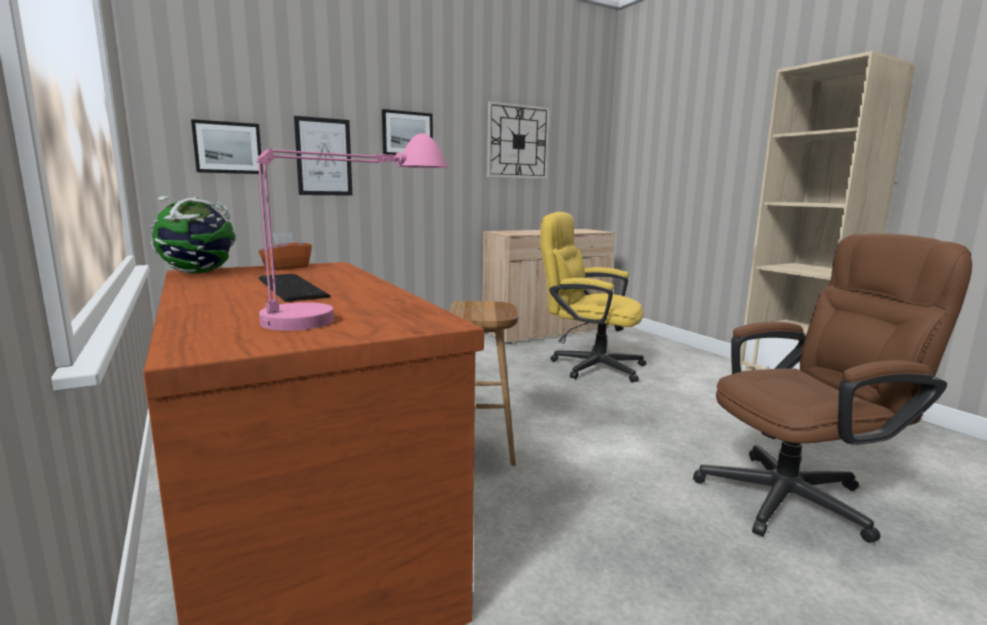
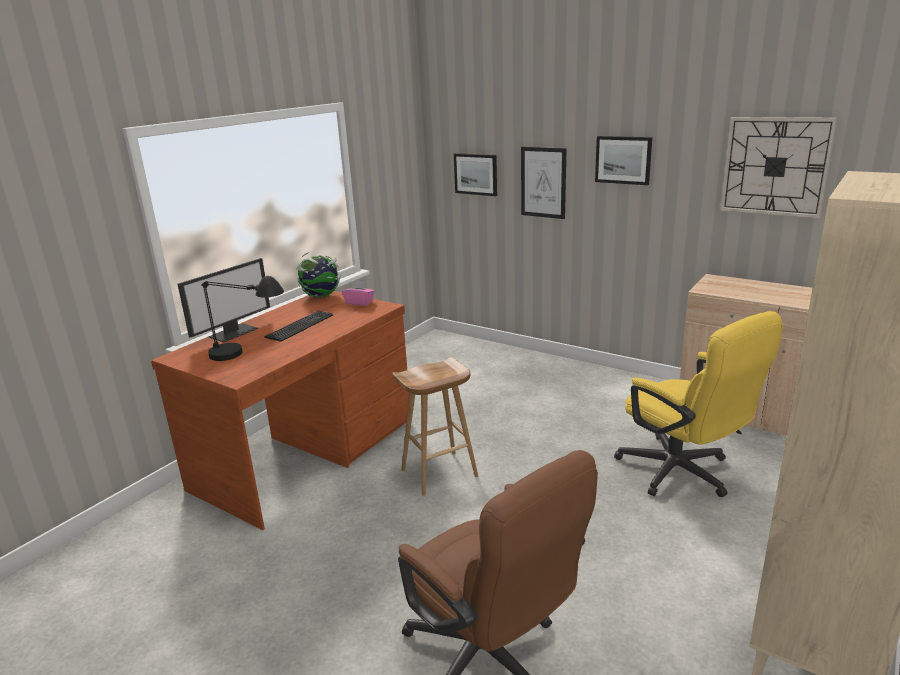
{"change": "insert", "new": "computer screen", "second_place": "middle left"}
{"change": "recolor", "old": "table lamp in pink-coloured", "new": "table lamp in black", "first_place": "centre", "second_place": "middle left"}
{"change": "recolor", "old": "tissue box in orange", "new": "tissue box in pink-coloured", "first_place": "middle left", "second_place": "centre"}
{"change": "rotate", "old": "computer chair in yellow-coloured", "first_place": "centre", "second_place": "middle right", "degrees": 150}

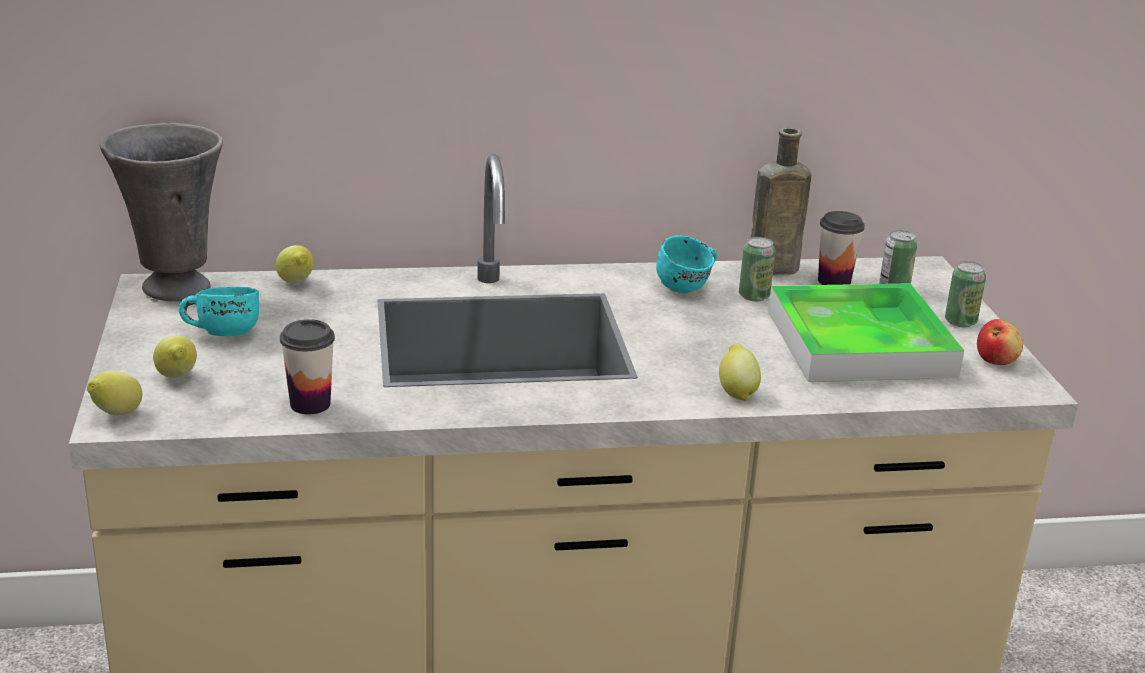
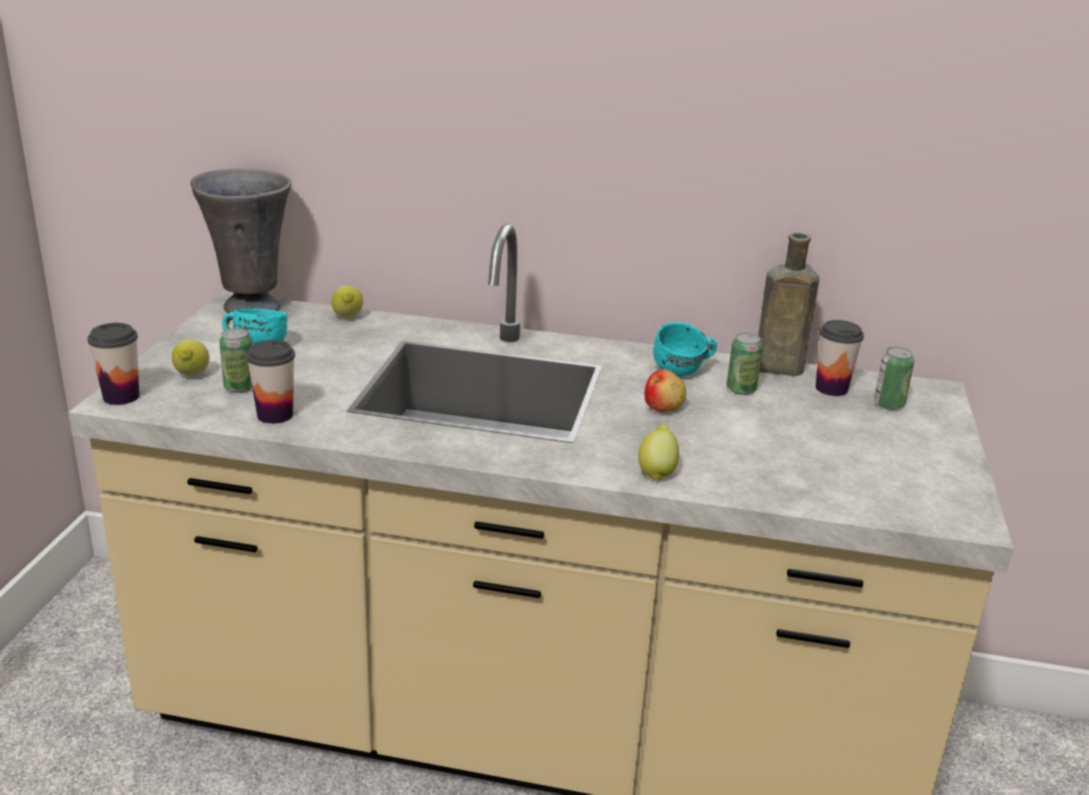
{"change": "delete", "old": "carrying tray", "first_place": "middle right"}
{"change": "move", "old": "metal can (3rd from left in the first image)", "new": "metal can (1st from left)", "first_place": "middle right", "second_place": "middle left"}
{"change": "move", "old": "apple fruit", "first_place": "middle right", "second_place": "centre"}
{"change": "replace", "old": "lemon (1st from left)", "new": "drinking cup (1st from left)", "first_place": "middle left", "second_place": "middle left"}

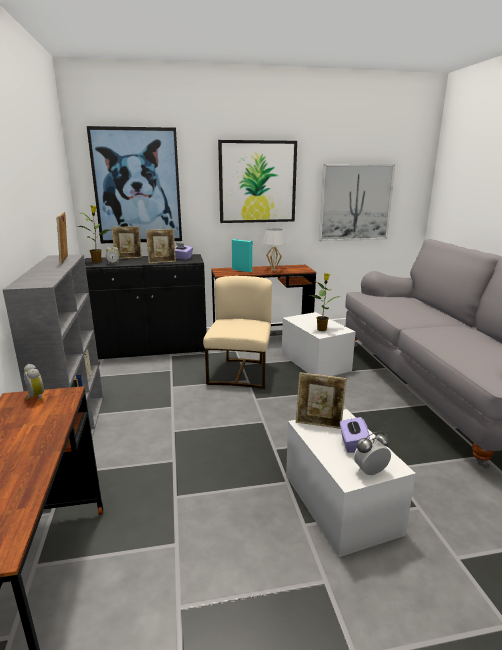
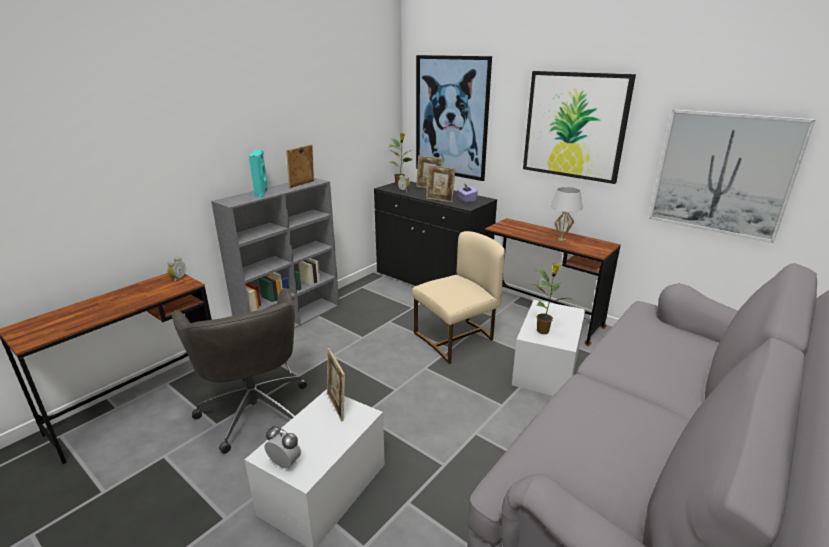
{"change": "delete", "old": "tissue box in purple (2nd from left)", "first_place": "bottom right"}
{"change": "insert", "new": "computer chair in greyish", "second_place": "bottom left"}
{"change": "move", "old": "speaker in turquoise", "first_place": "centre", "second_place": "top left"}

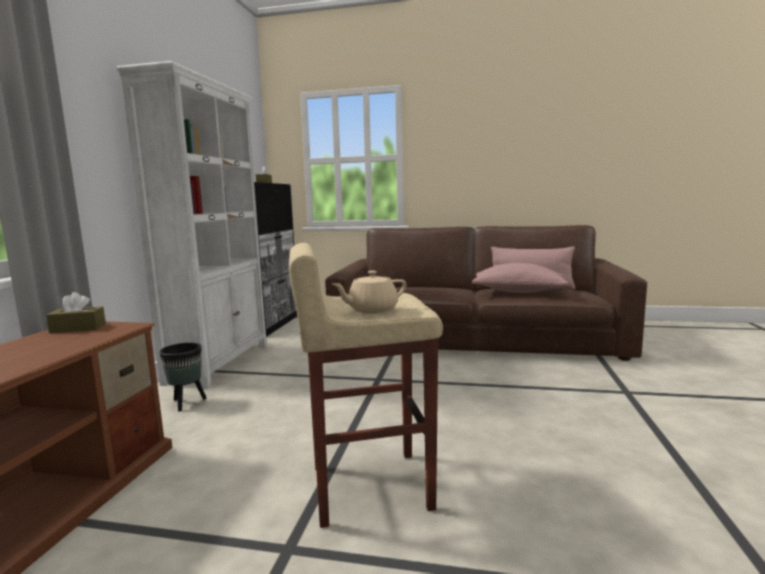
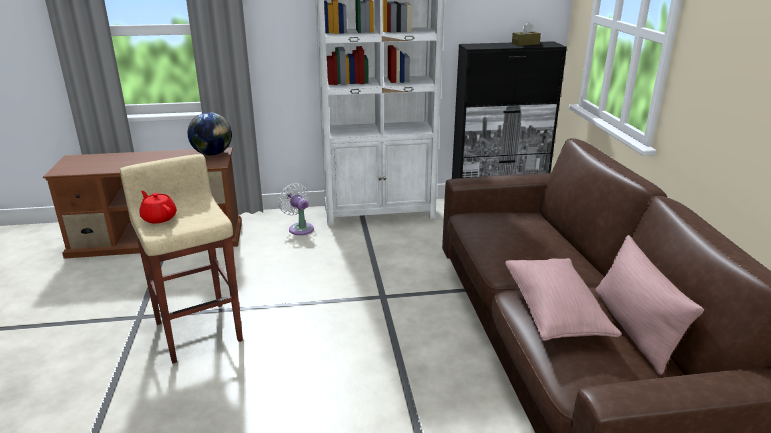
{"change": "replace", "old": "tissue box in brown (1st from left)", "new": "world globe", "first_place": "middle left", "second_place": "top left"}
{"change": "replace", "old": "flower pot in black", "new": "electric fan in white-coloured", "first_place": "middle left", "second_place": "centre"}
{"change": "recolor", "old": "pot for tea in beige-coloured", "new": "pot for tea in red", "first_place": "centre", "second_place": "middle left"}

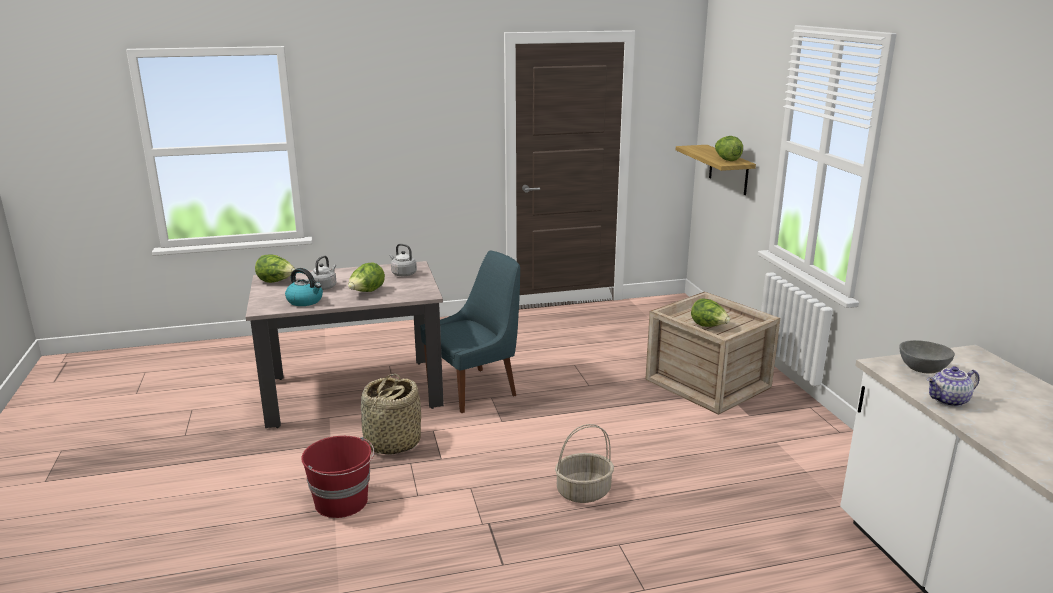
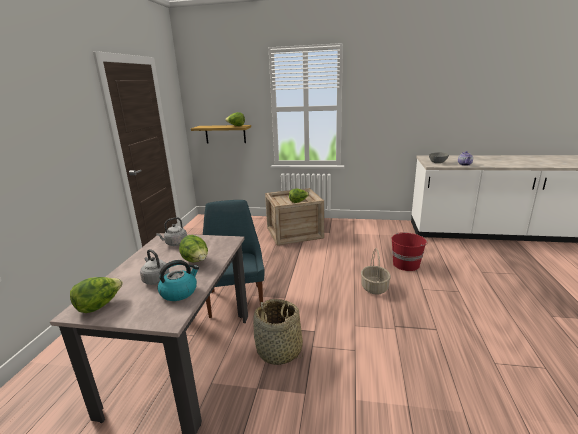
{"change": "move", "old": "bucket in red", "first_place": "bottom left", "second_place": "middle right"}

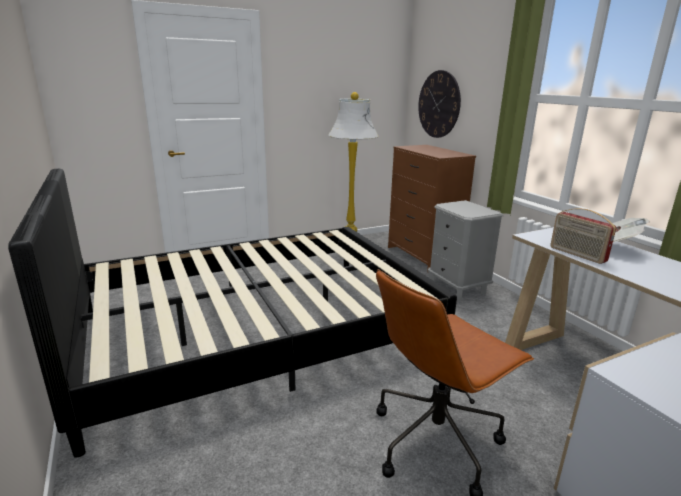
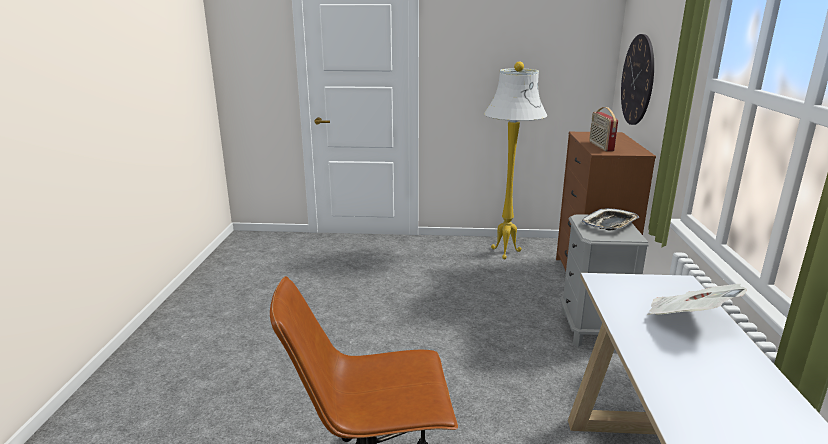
{"change": "delete", "old": "sleeping bed in black", "first_place": "centre"}
{"change": "insert", "new": "carrying tray", "second_place": "middle right"}
{"change": "move", "old": "radio", "first_place": "middle right", "second_place": "top right"}

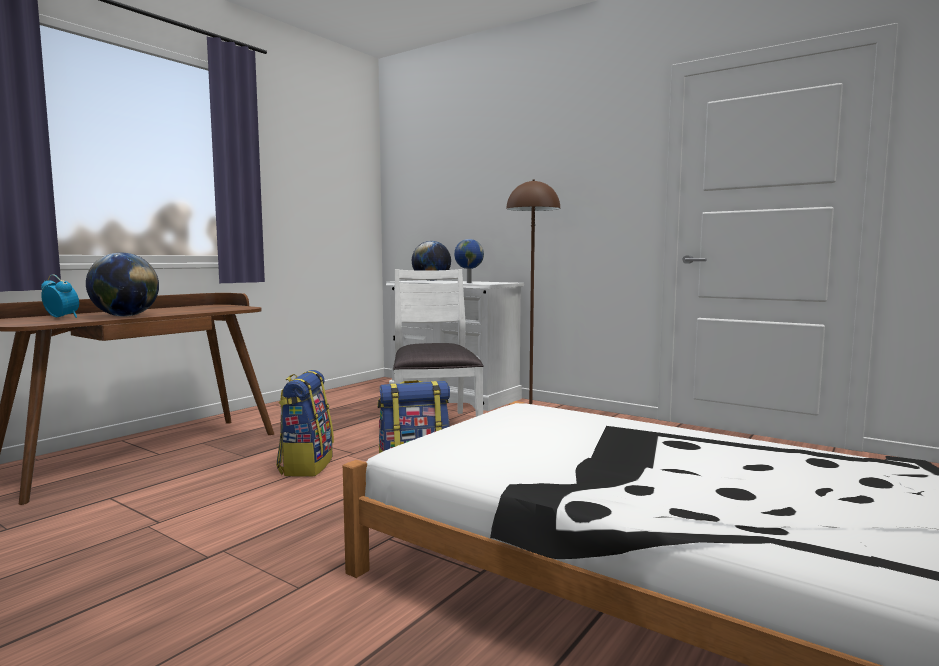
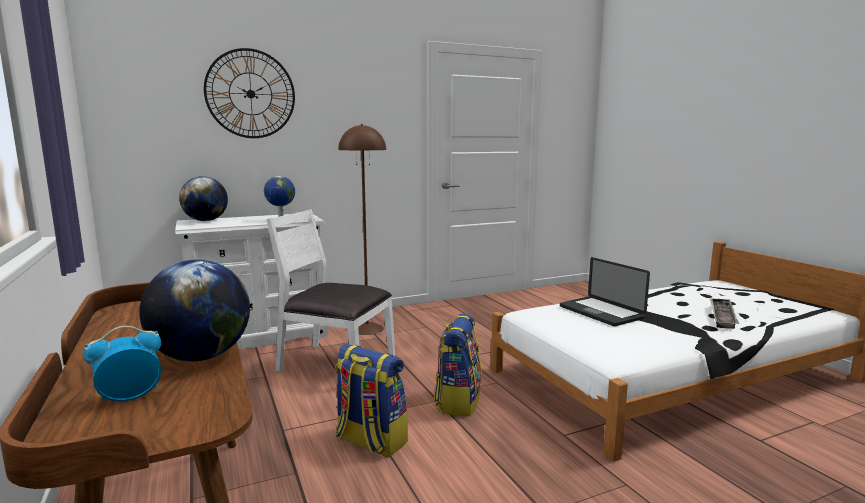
{"change": "insert", "new": "hanging clock", "second_place": "top left"}
{"change": "insert", "new": "laptop", "second_place": "middle right"}
{"change": "insert", "new": "carrying tray", "second_place": "middle right"}

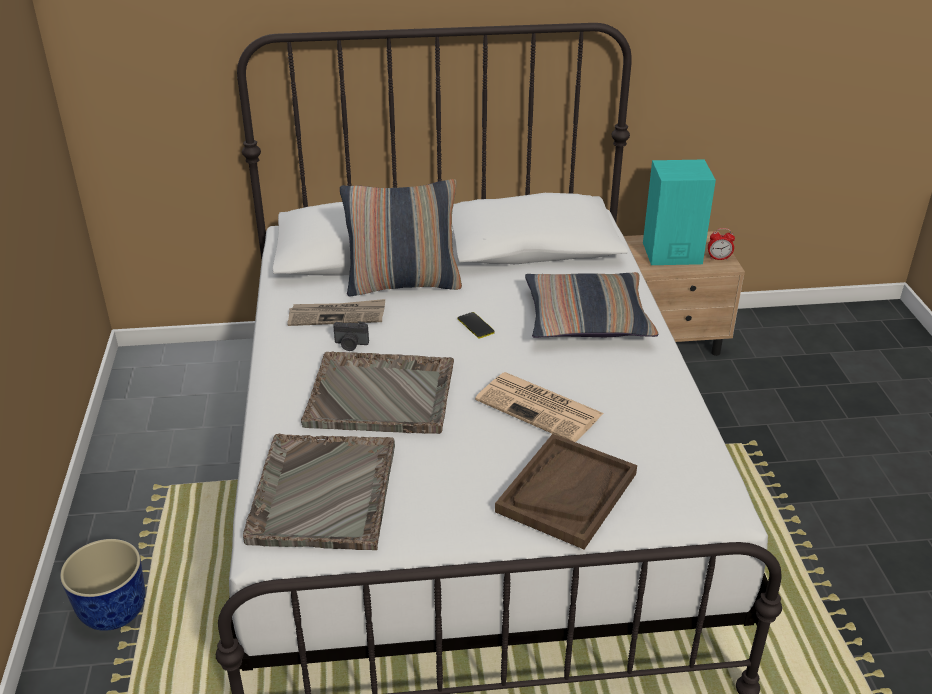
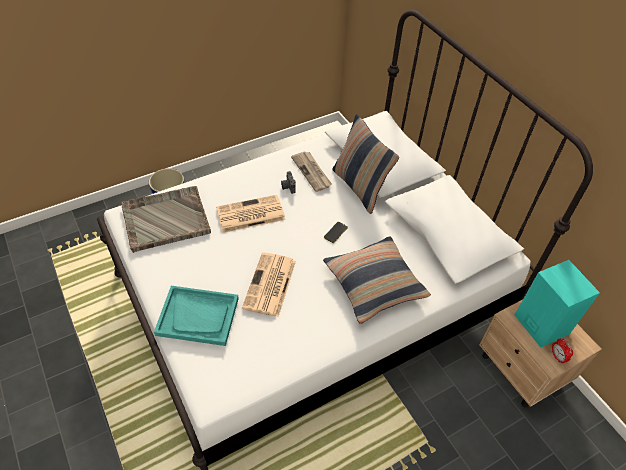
{"change": "replace", "old": "carrying tray in greyish (2nd from left)", "new": "newspaper (1st from left)", "first_place": "centre", "second_place": "centre"}
{"change": "recolor", "old": "carrying tray in brown", "new": "carrying tray in turquoise", "first_place": "bottom centre", "second_place": "bottom left"}

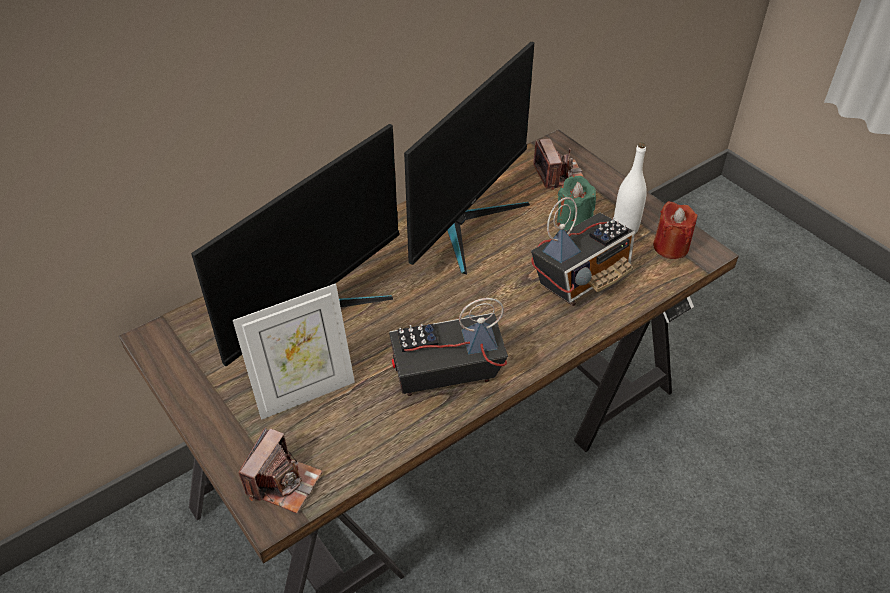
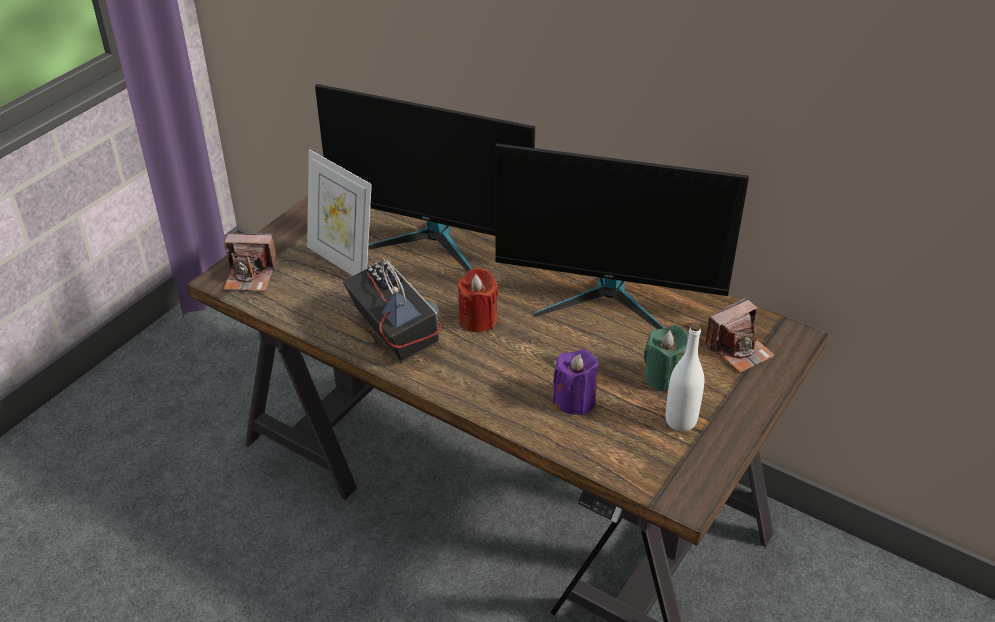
{"change": "move", "old": "wax light in red", "first_place": "middle right", "second_place": "centre"}
{"change": "replace", "old": "radio (2nd from left)", "new": "wax light in purple", "first_place": "centre", "second_place": "centre"}

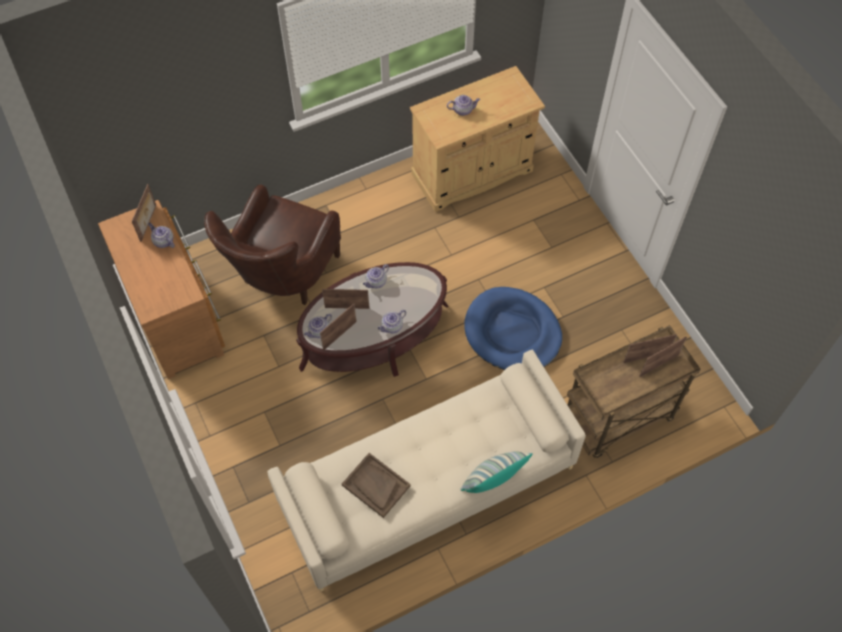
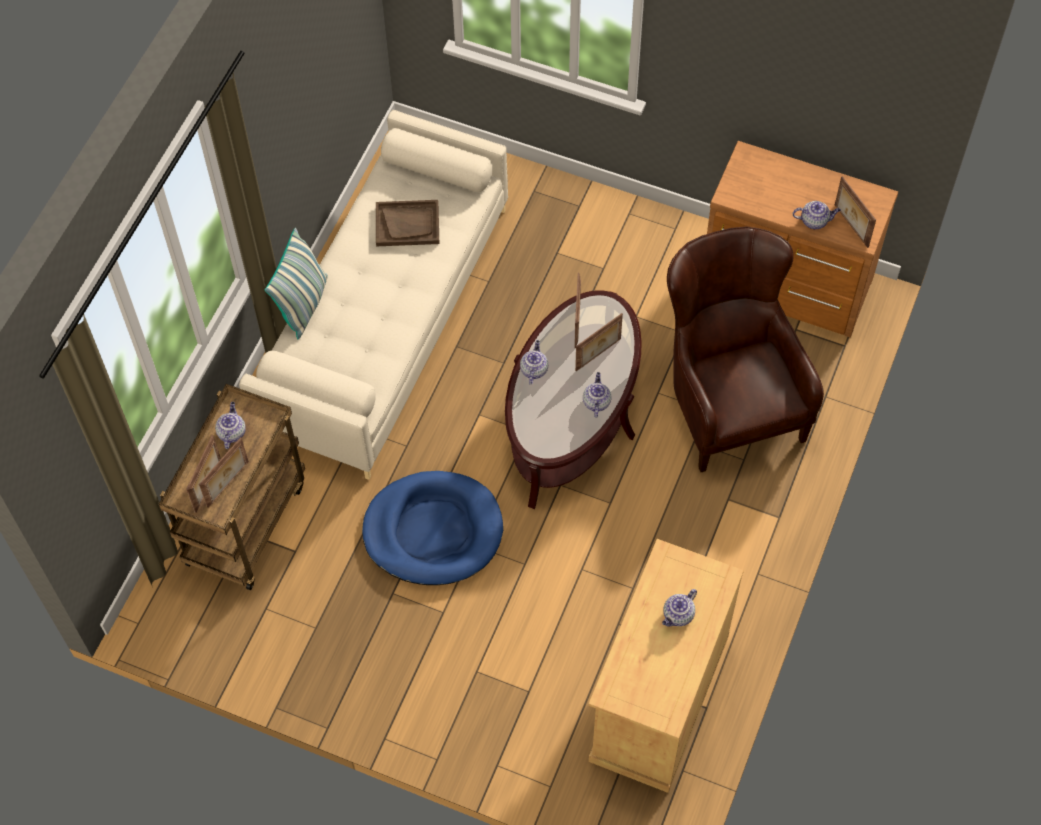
{"change": "move", "old": "pot for tea (2nd from left in the first image)", "new": "pot for tea (1st from left)", "first_place": "centre", "second_place": "middle left"}

